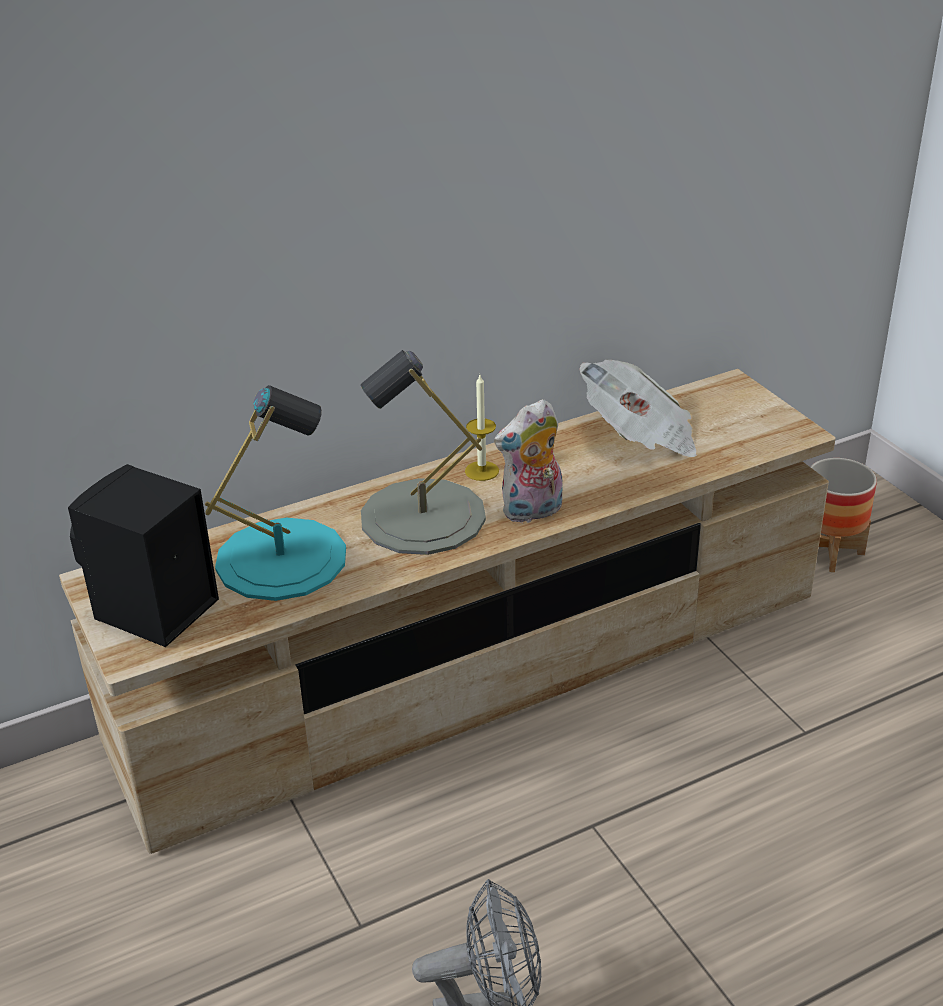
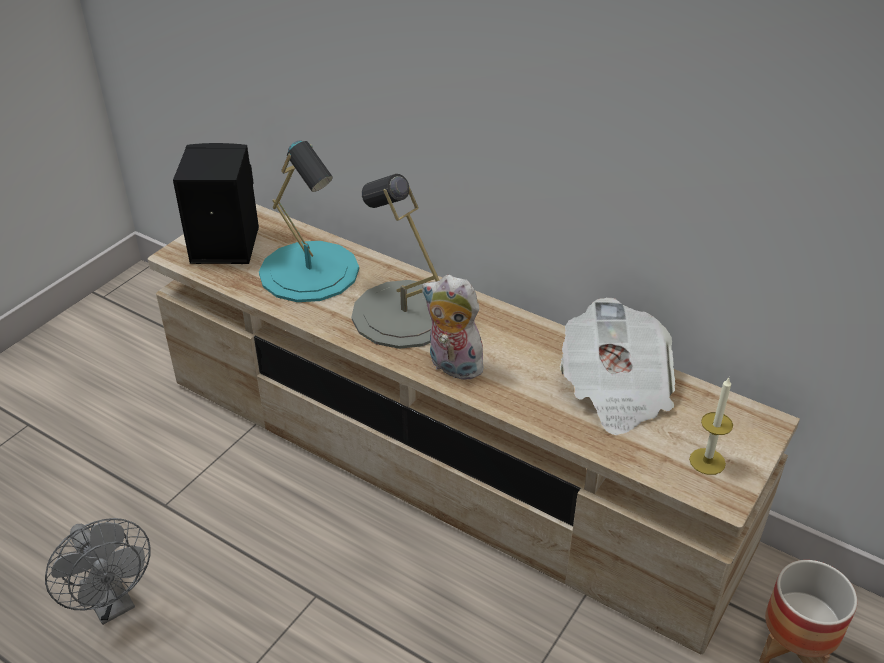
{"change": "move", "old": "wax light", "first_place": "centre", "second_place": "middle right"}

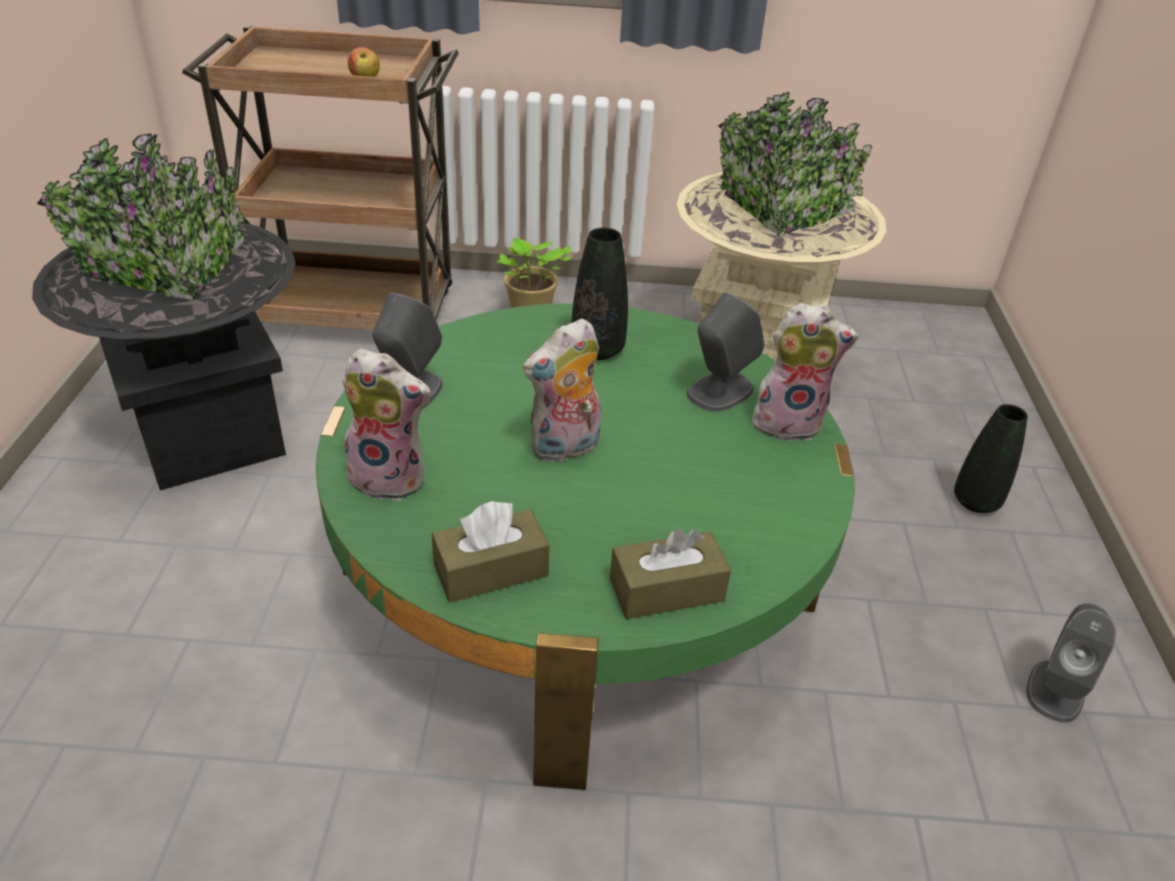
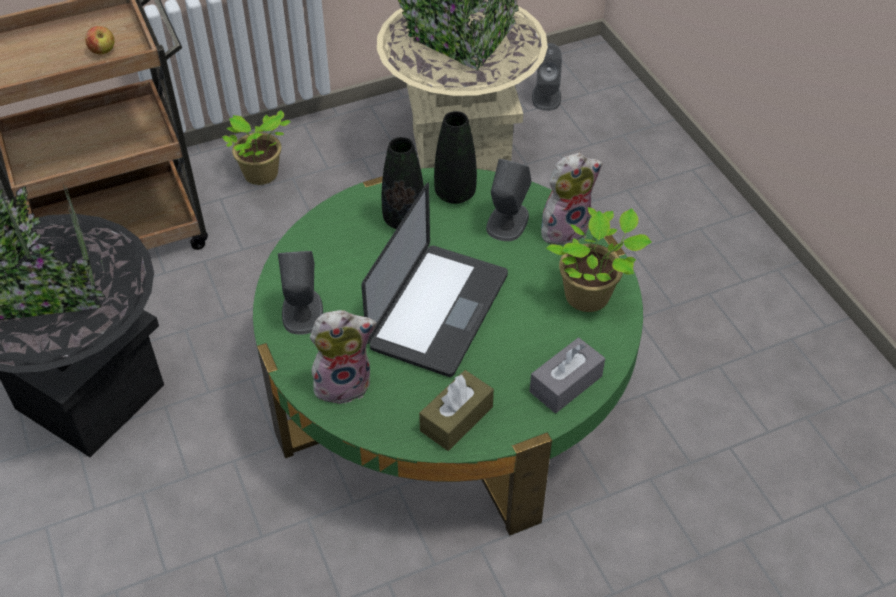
{"change": "insert", "new": "plant in a pot (2nd from left)", "second_place": "middle right"}
{"change": "move", "old": "vase in black (2nd from left)", "first_place": "middle right", "second_place": "top centre"}
{"change": "move", "old": "speaker in greyish (3rd from left)", "first_place": "bottom right", "second_place": "top centre"}
{"change": "replace", "old": "soft toy (2nd from left)", "new": "laptop", "first_place": "centre", "second_place": "centre"}
{"change": "recolor", "old": "tissue box in brown (2nd from left)", "new": "tissue box in greyish", "first_place": "centre", "second_place": "centre"}

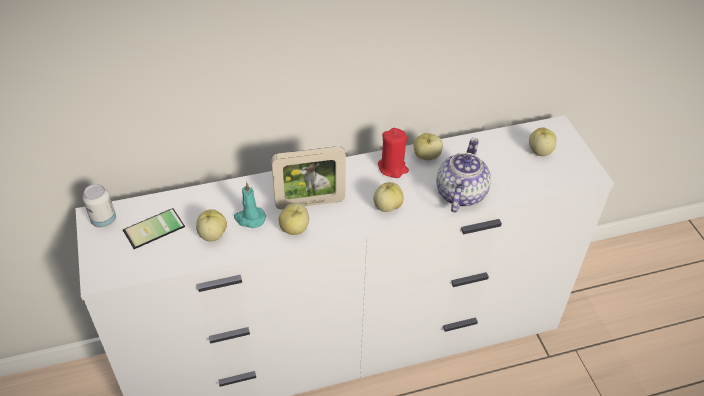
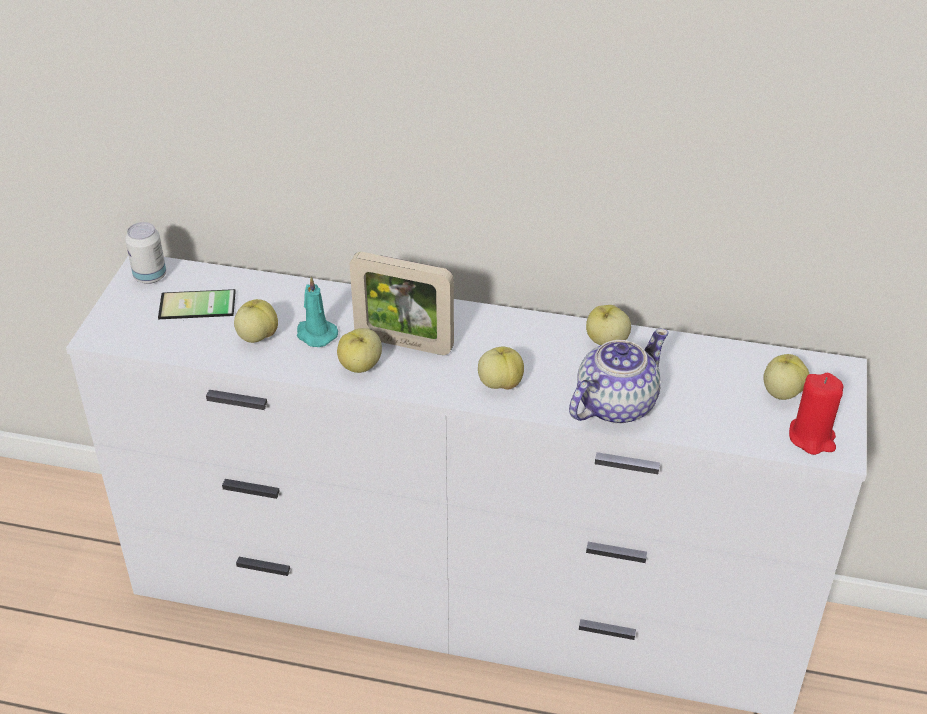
{"change": "move", "old": "wax light in red", "first_place": "centre", "second_place": "middle right"}

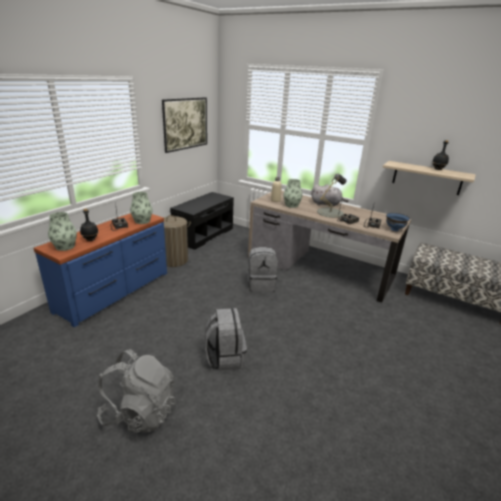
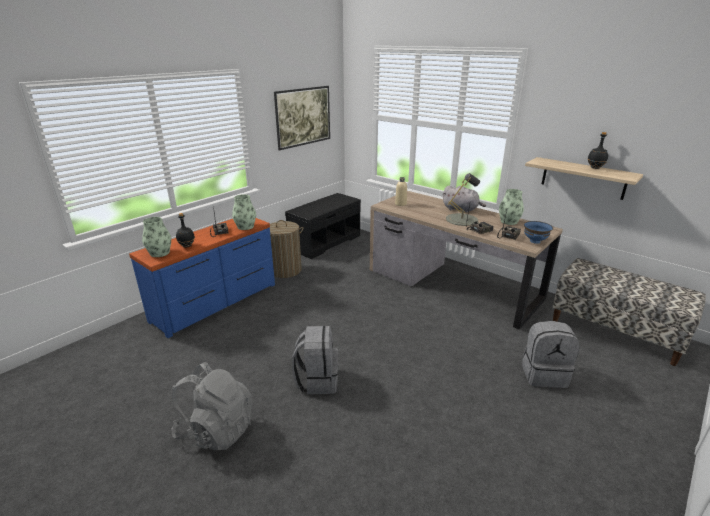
{"change": "move", "old": "rucksack in greyish (3rd from left)", "first_place": "centre", "second_place": "bottom right"}
{"change": "move", "old": "vase (3rd from left)", "first_place": "centre", "second_place": "middle right"}

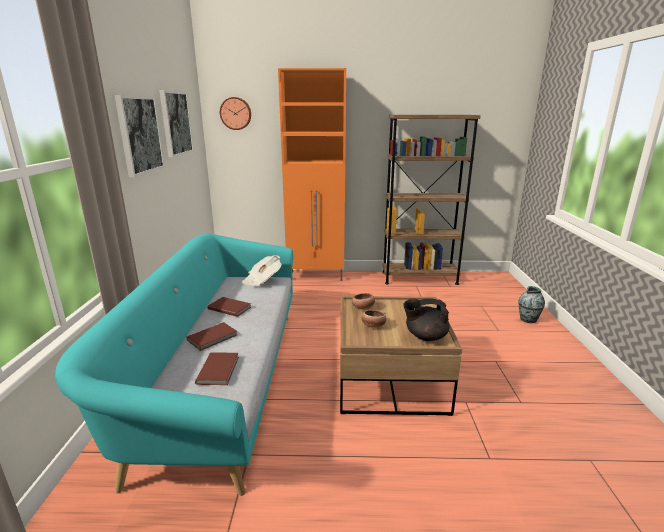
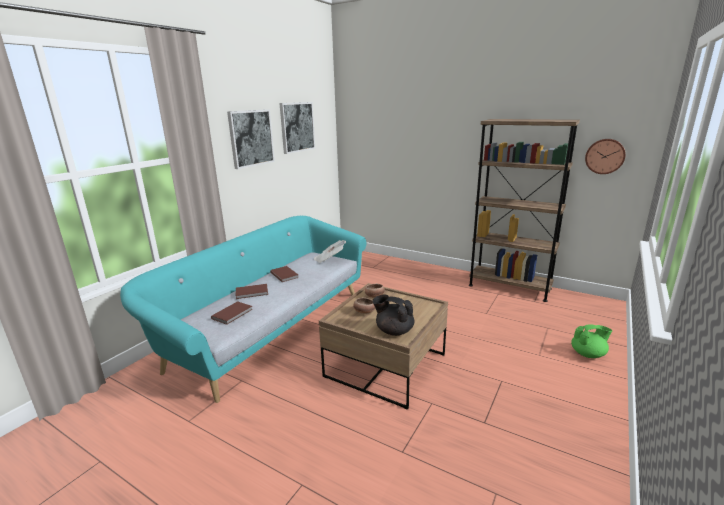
{"change": "delete", "old": "cabinet in orange", "first_place": "top centre"}
{"change": "move", "old": "hanging clock", "first_place": "top centre", "second_place": "top right"}
{"change": "replace", "old": "vase", "new": "pot for tea in greenish", "first_place": "middle right", "second_place": "bottom right"}

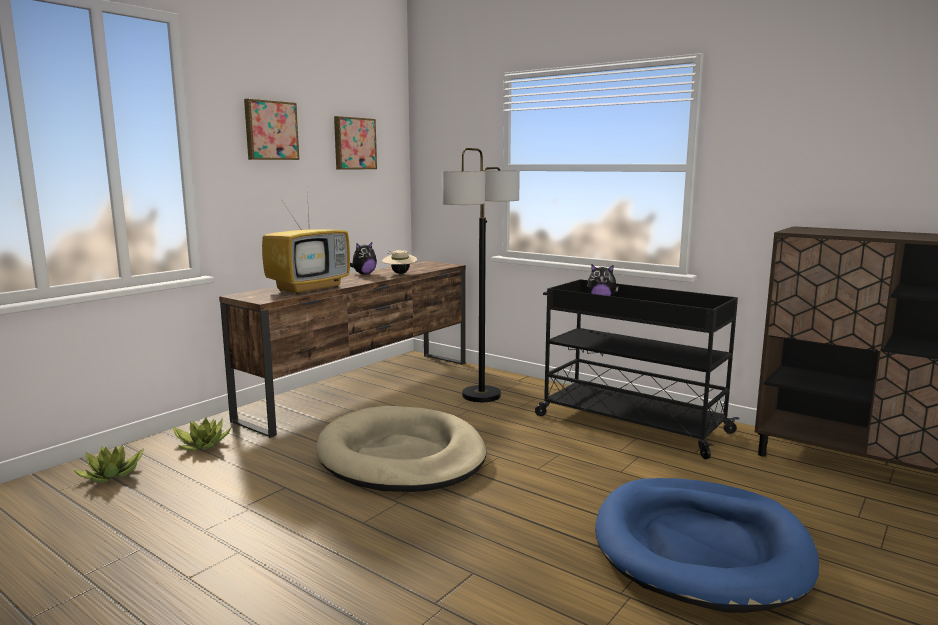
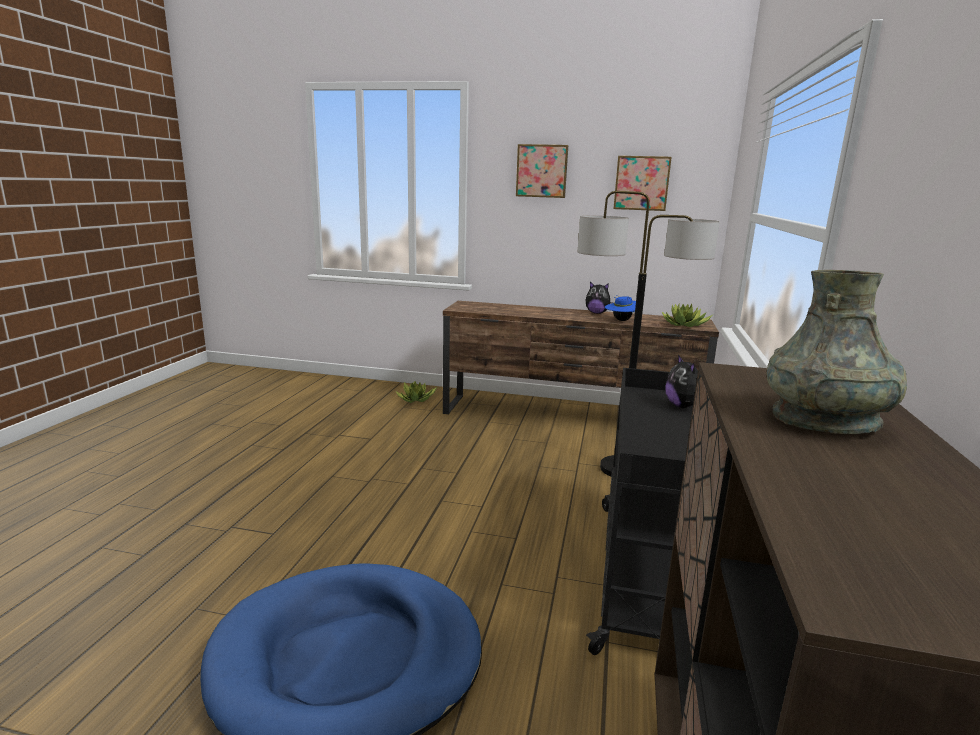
{"change": "delete", "old": "television", "first_place": "middle left"}
{"change": "delete", "old": "dog cushion in beige-coloured", "first_place": "bottom centre"}
{"change": "insert", "new": "vase in greyish", "second_place": "middle right"}
{"change": "move", "old": "plant in a pot (1st from left in the first image)", "new": "plant in a pot (2nd from left)", "first_place": "bottom left", "second_place": "middle right"}
{"change": "recolor", "old": "clothing hat in beige-coloured", "new": "clothing hat in bluish", "first_place": "centre", "second_place": "centre"}

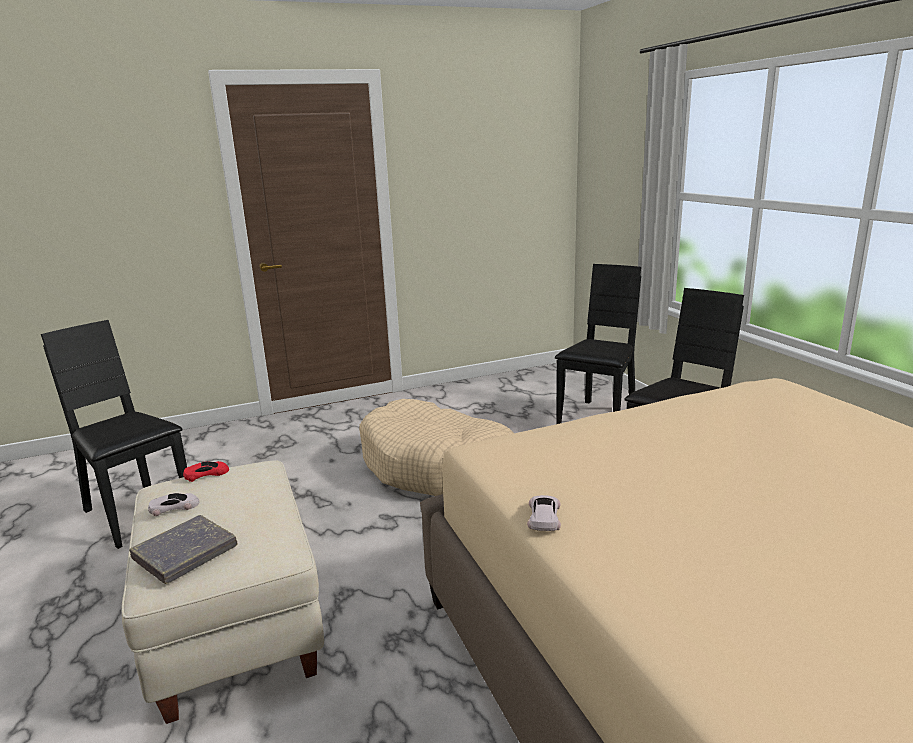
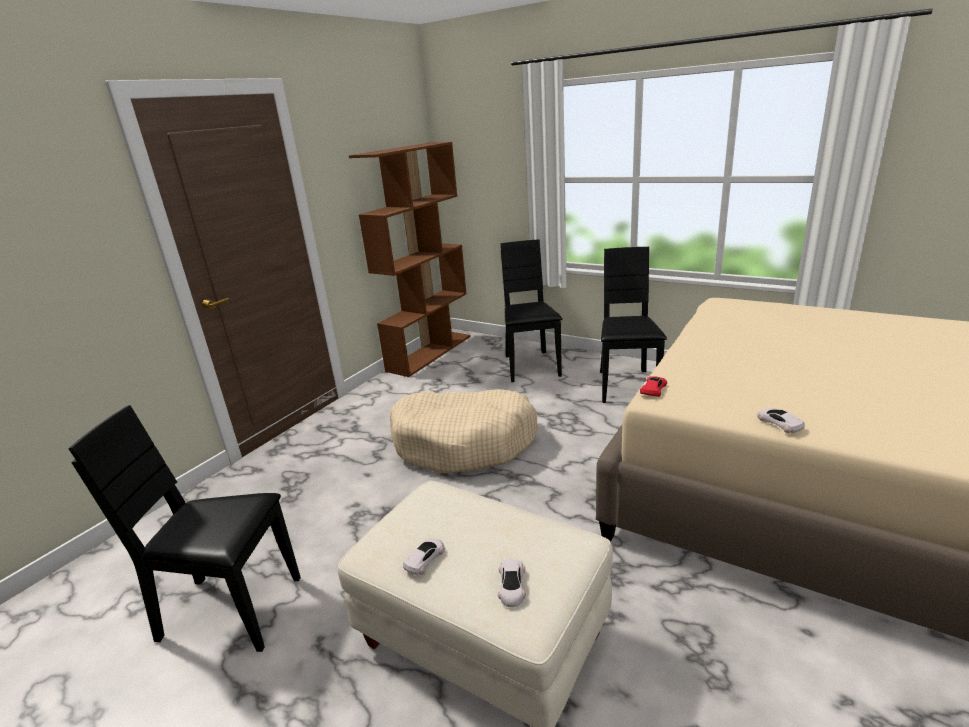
{"change": "insert", "new": "bookcase in brown", "second_place": "centre"}
{"change": "move", "old": "miniature car in red", "first_place": "middle left", "second_place": "middle right"}
{"change": "replace", "old": "volume in greyish", "new": "miniature car in white-coloured (2nd from left)", "first_place": "bottom left", "second_place": "bottom centre"}

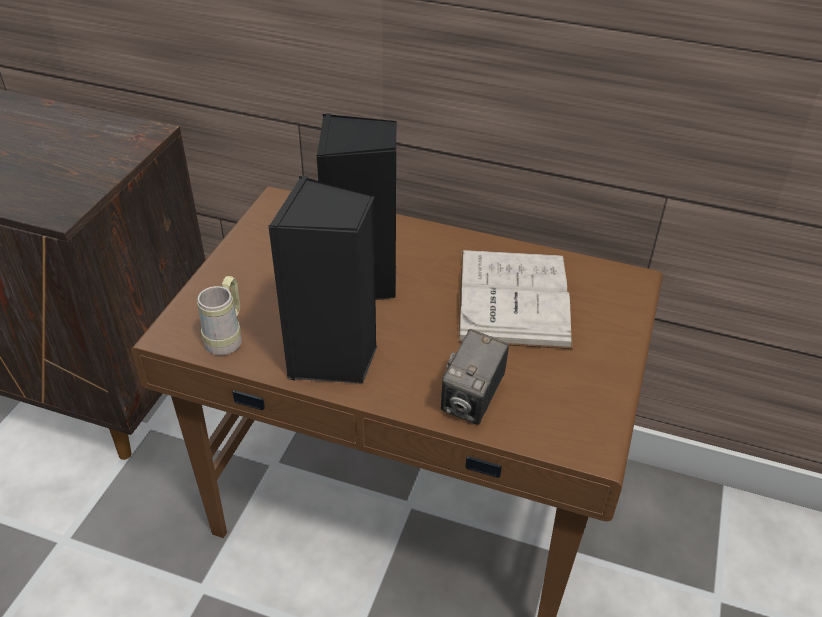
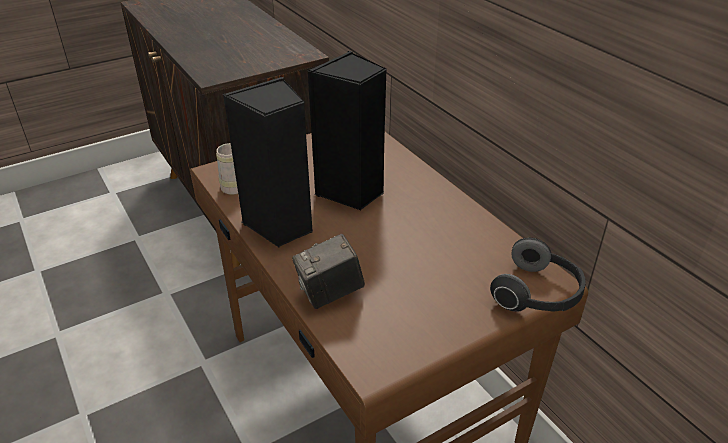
{"change": "delete", "old": "volume in white-coloured", "first_place": "centre"}
{"change": "insert", "new": "headset", "second_place": "middle right"}

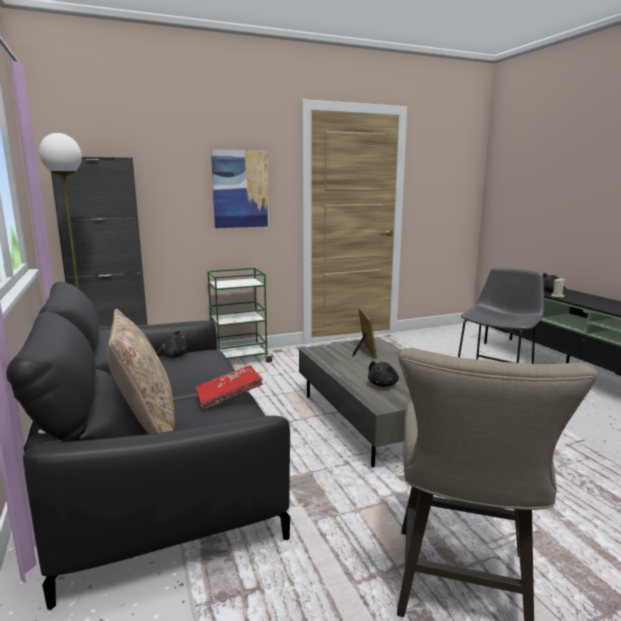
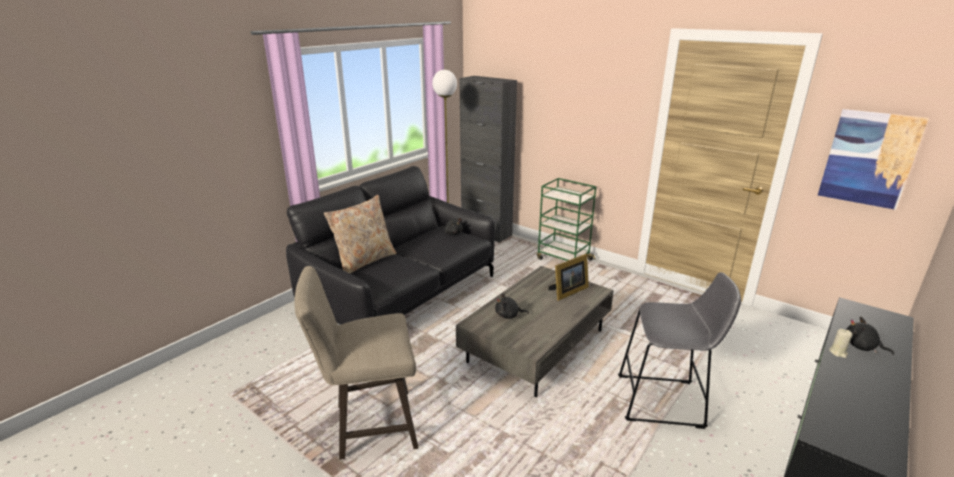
{"change": "delete", "old": "volume in red", "first_place": "centre"}
{"change": "move", "old": "wall art", "first_place": "top centre", "second_place": "middle right"}

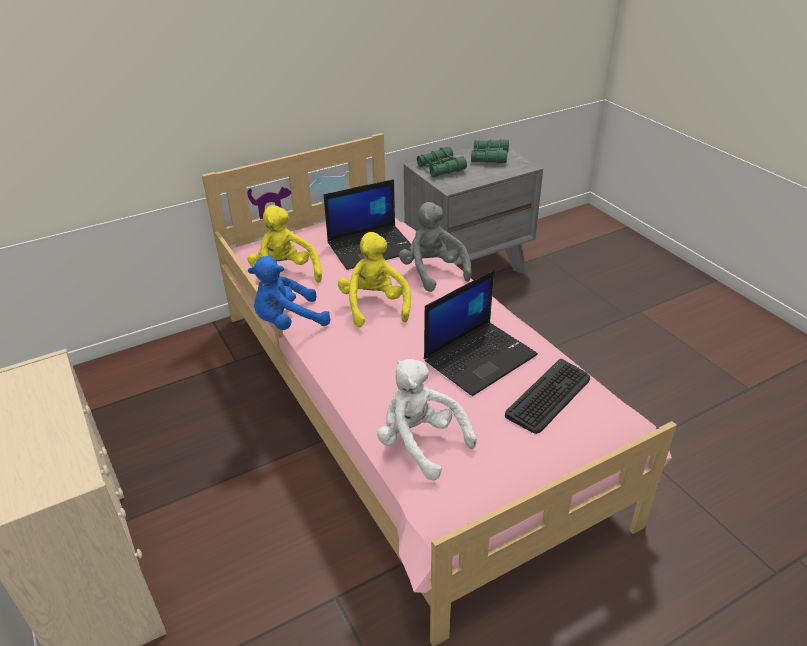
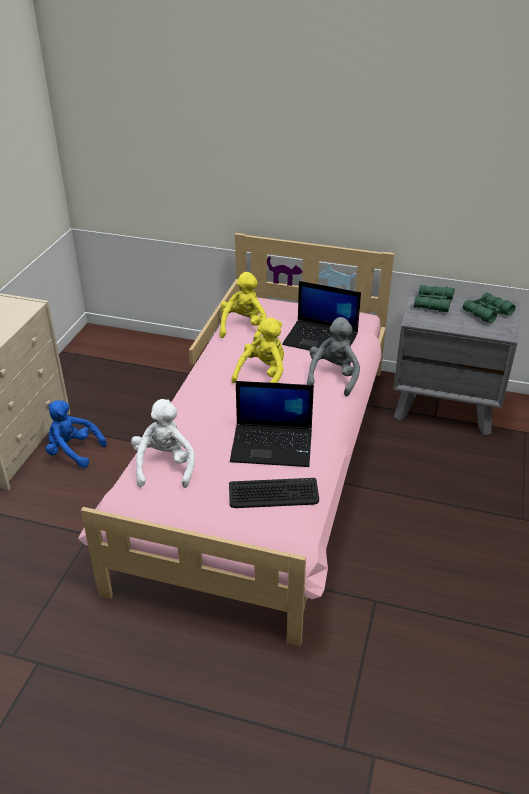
{"change": "move", "old": "soft toy in bluish", "first_place": "centre", "second_place": "middle left"}

